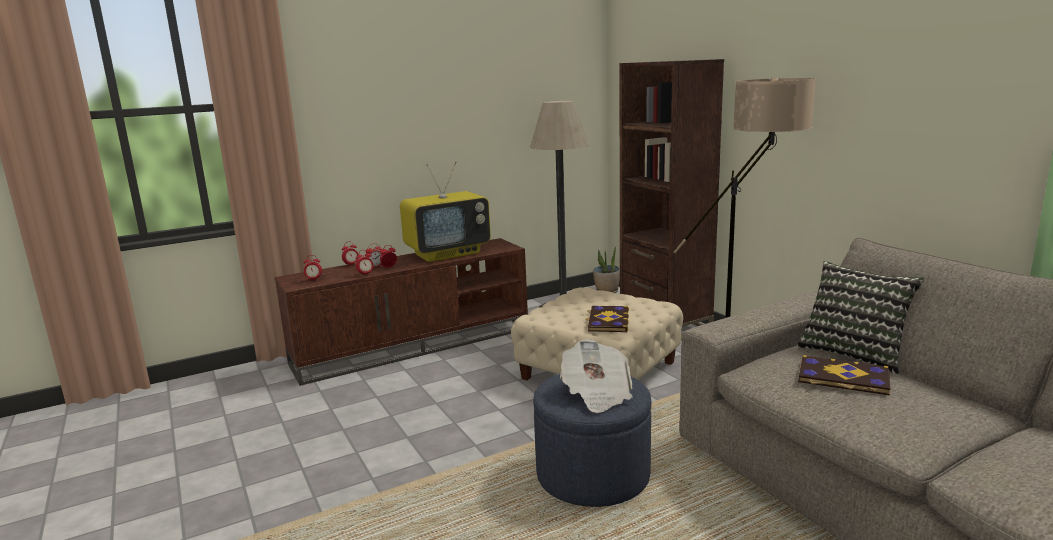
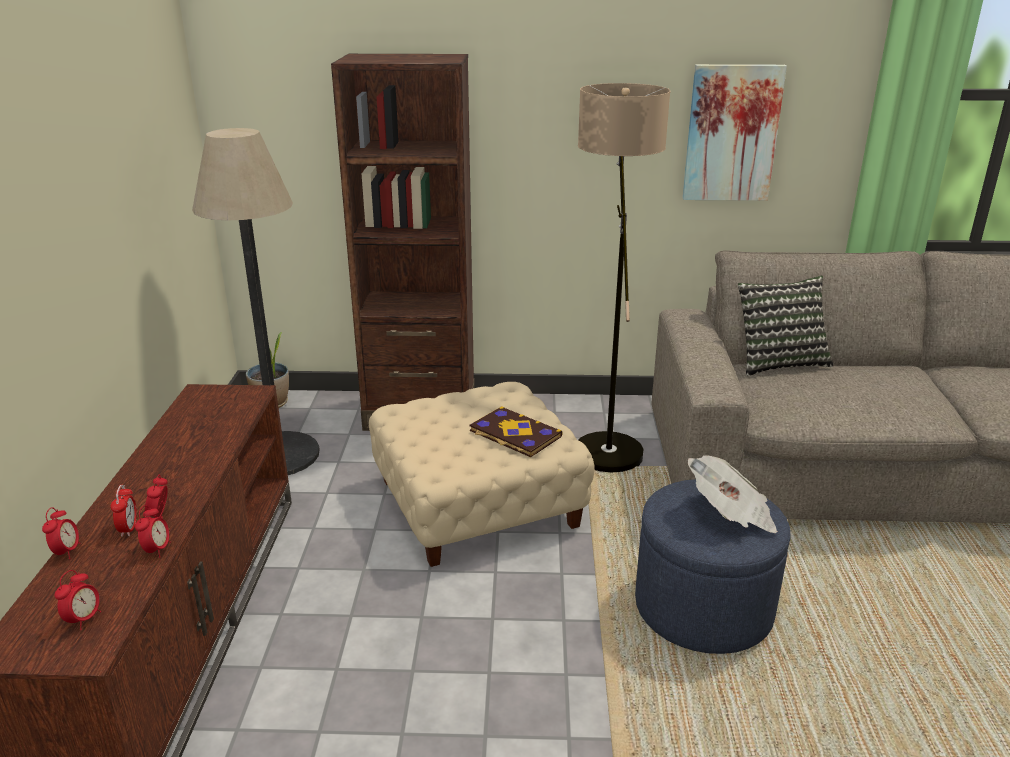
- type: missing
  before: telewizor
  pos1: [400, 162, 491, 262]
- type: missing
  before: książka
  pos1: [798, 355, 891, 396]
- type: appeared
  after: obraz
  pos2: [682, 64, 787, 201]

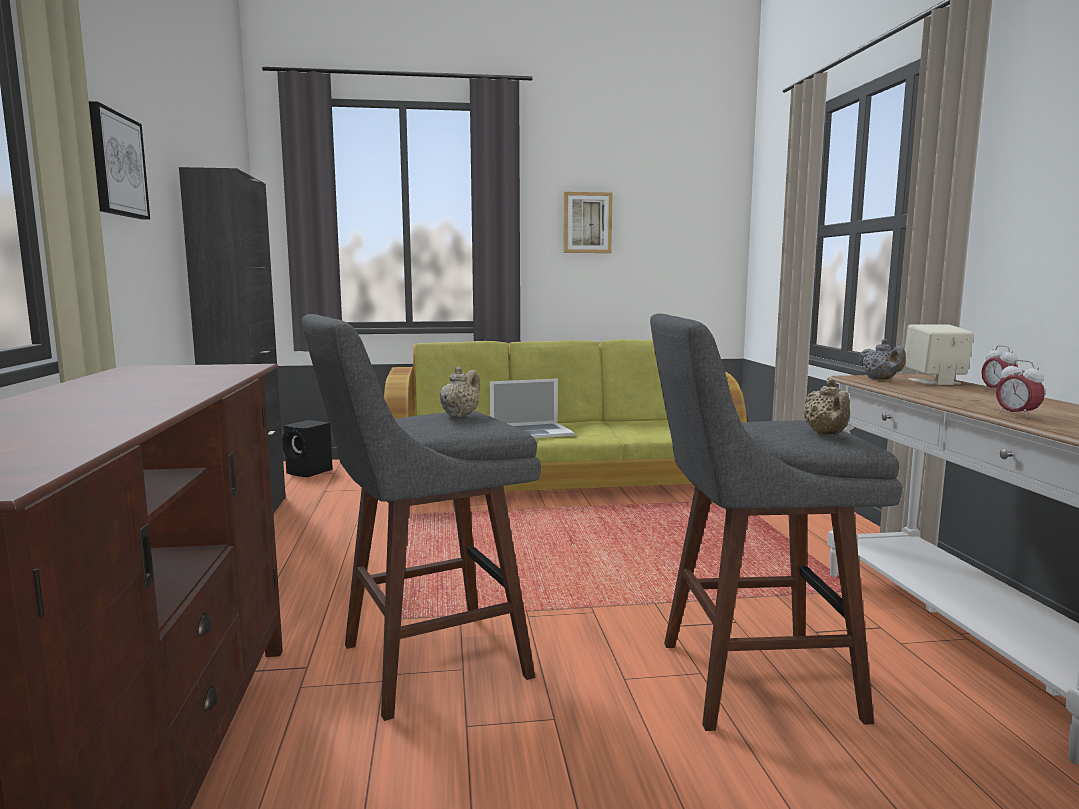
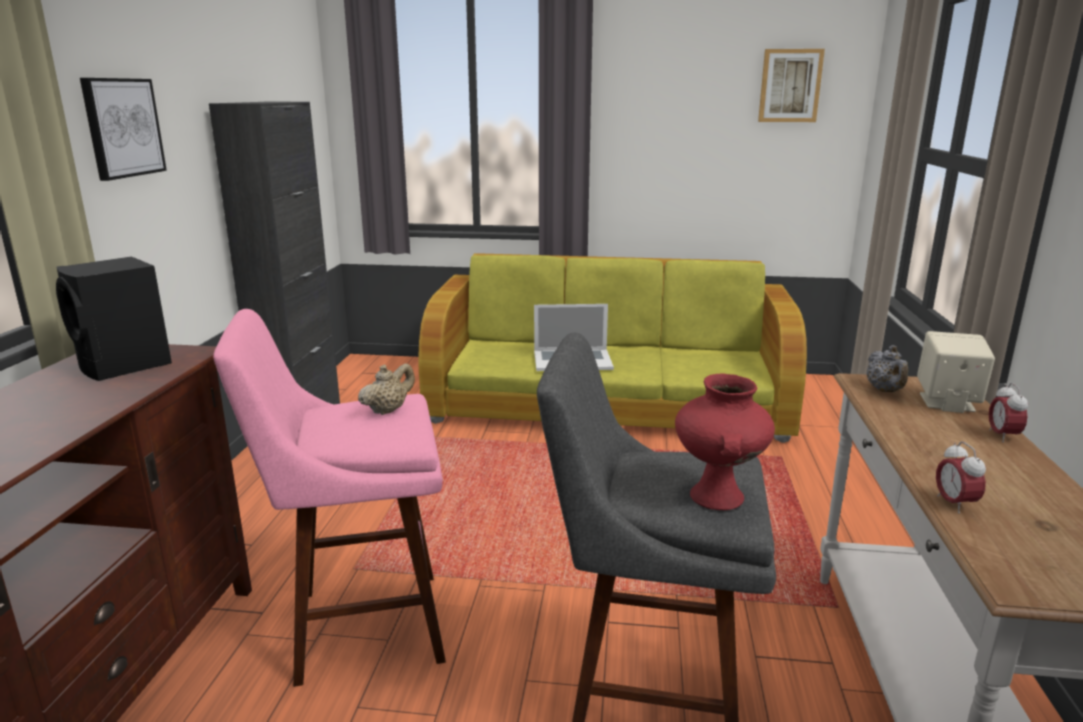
- type: relocated
  before: głośnik/czarny
  pos1: [282, 420, 333, 477]
  pos2: [56, 257, 172, 381]
- type: colour
  before: stołek/szary
  after: stołek/różowy
  pos1: [302, 314, 541, 721]
  pos2: [213, 309, 446, 687]
- type: relocated
  before: obraz
  pos1: [563, 192, 612, 253]
  pos2: [758, 49, 825, 122]
- type: exchanged
  before: imbryk/beżowy
  after: wazon/czerwony
  pos1: [804, 379, 850, 435]
  pos2: [675, 373, 775, 510]

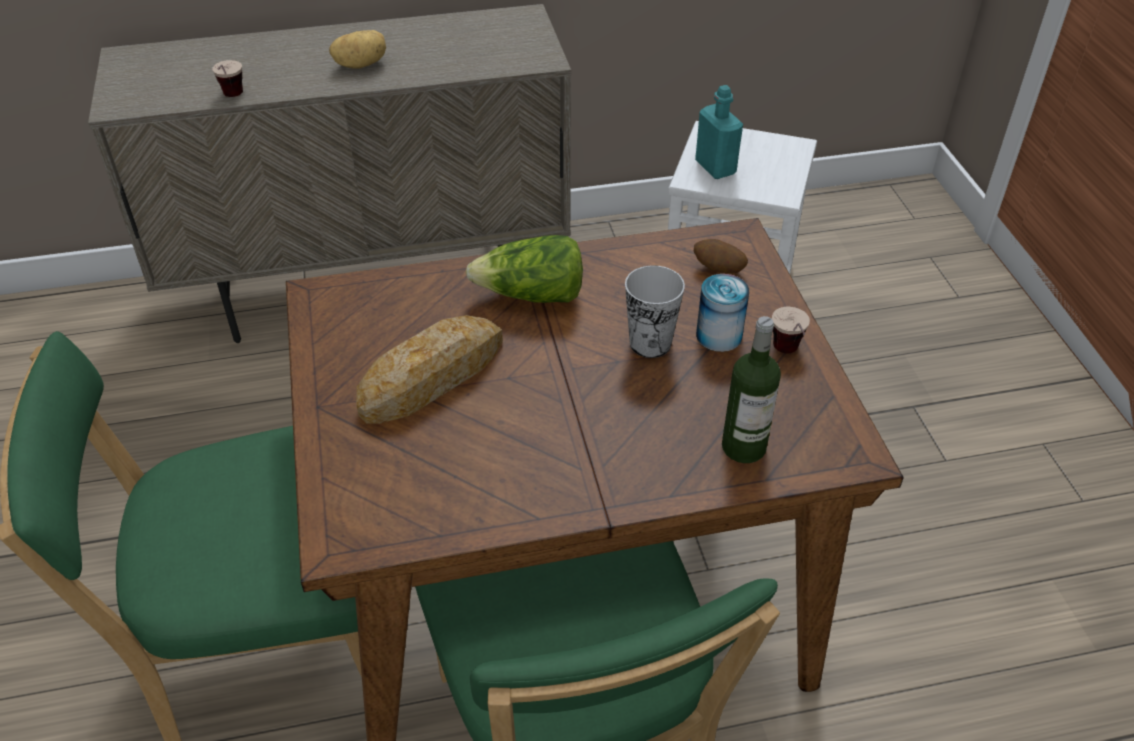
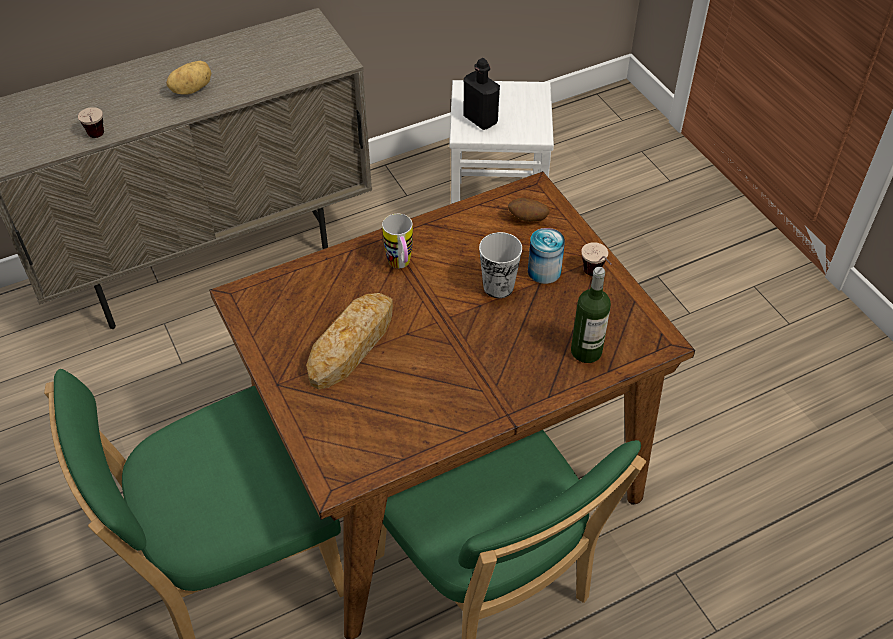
- type: exchanged
  before: sałata
  after: kubek
  pos1: [466, 235, 583, 303]
  pos2: [382, 214, 413, 268]
- type: colour
  before: butelka/turkusowy
  after: butelka/czarny
  pos1: [695, 85, 743, 179]
  pos2: [463, 58, 500, 130]

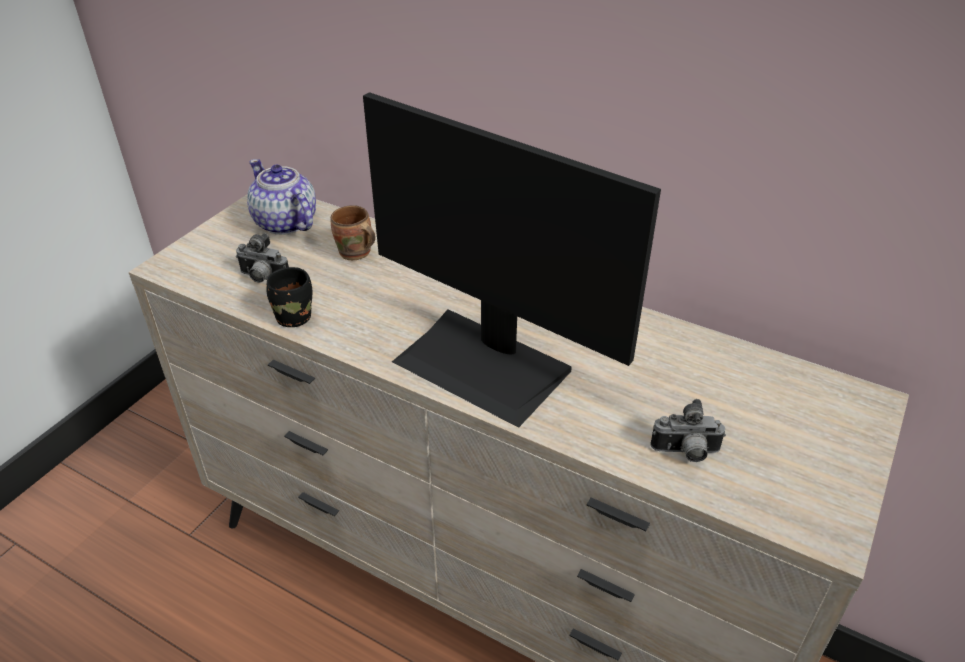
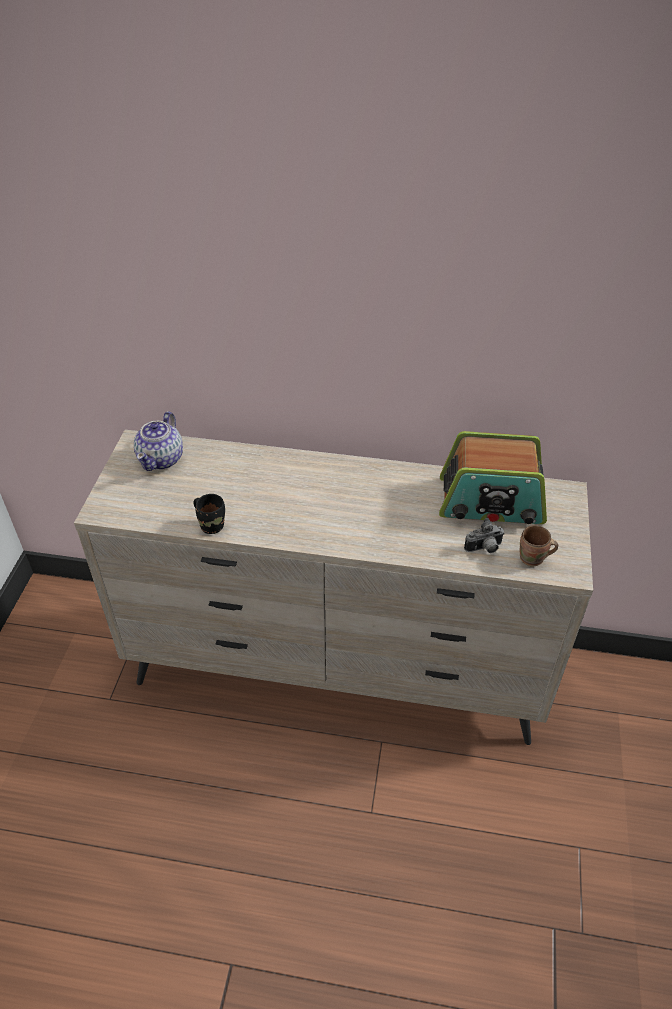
- type: missing
  before: aparat fotograficzny
  pos1: [236, 233, 289, 283]
- type: spun
  before: imbryk
  pos1: [247, 159, 316, 235]
  pos2: [134, 411, 183, 471]
  turn: -105
- type: relocated
  before: kubek/brązowy
  pos1: [331, 205, 376, 260]
  pos2: [520, 525, 558, 567]
- type: missing
  before: monitor
  pos1: [363, 92, 661, 428]
- type: appeared
  after: radio
  pos2: [439, 431, 547, 524]

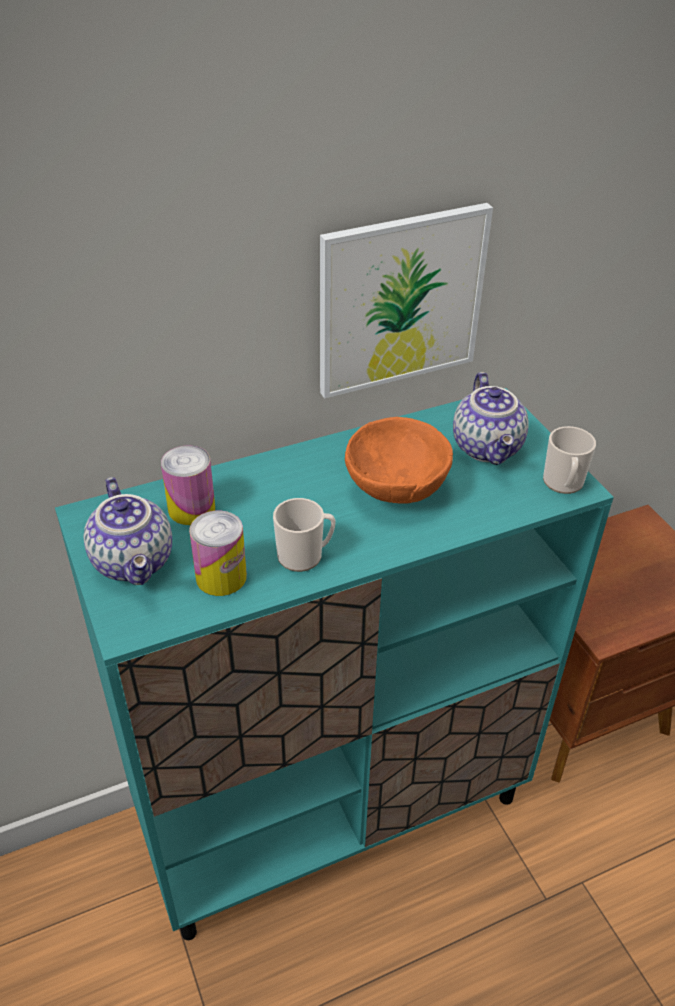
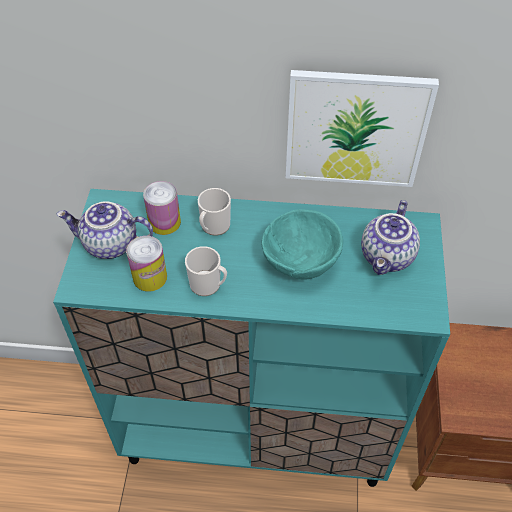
- type: spun
  before: imbryk
  pos1: [84, 477, 172, 585]
  pos2: [57, 201, 153, 259]
  turn: 90
- type: colour
  before: miska/pomarańczowy
  after: miska/turkusowy
  pos1: [345, 417, 453, 504]
  pos2: [261, 209, 343, 280]
- type: relocated
  before: kubek
  pos1: [543, 426, 596, 494]
  pos2: [198, 188, 231, 236]

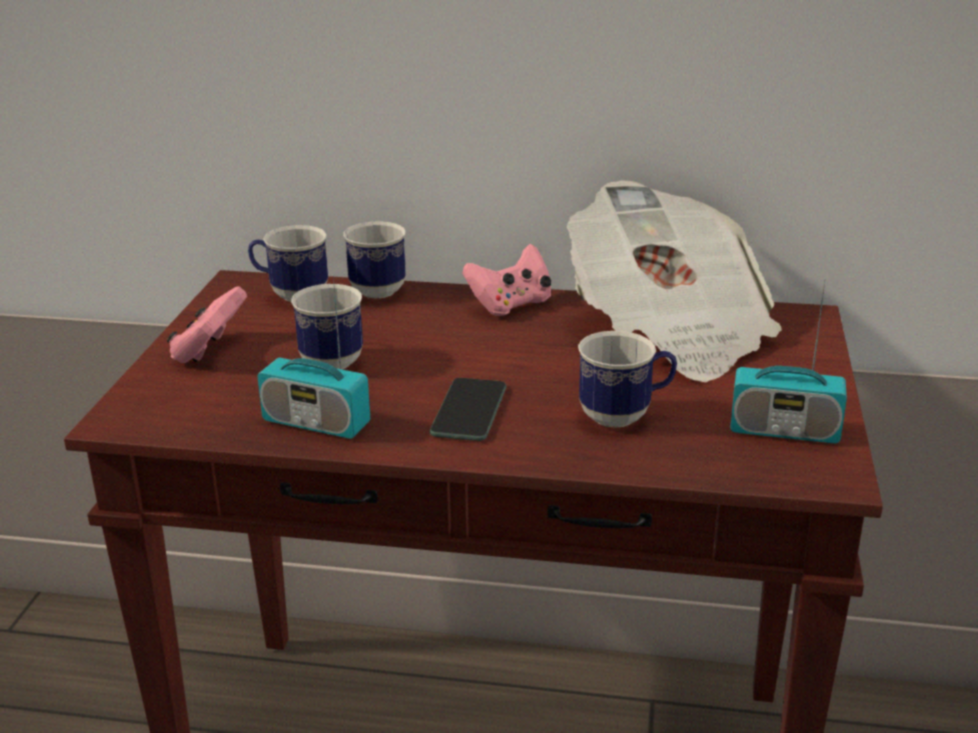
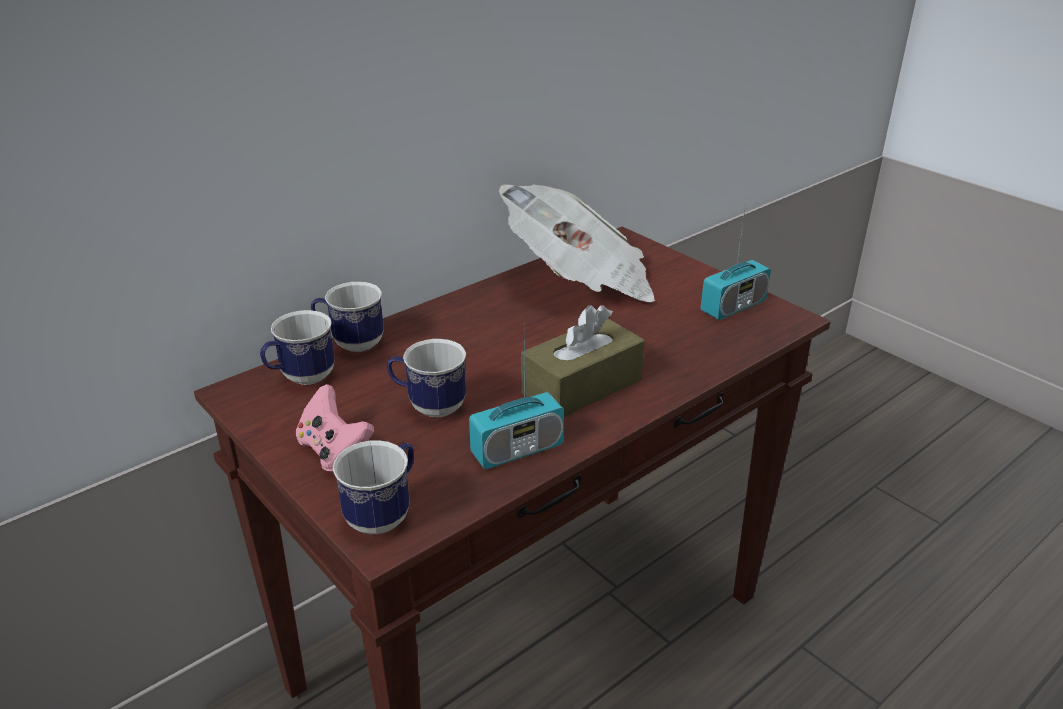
- type: exchanged
  before: telefon
  after: pudełko chusteczek/brązowy
  pos1: [430, 378, 506, 441]
  pos2: [521, 305, 645, 417]
- type: missing
  before: pad do gier/różowy
  pos1: [462, 244, 551, 316]
- type: relocated
  before: kubek
  pos1: [578, 331, 677, 427]
  pos2: [333, 440, 414, 534]

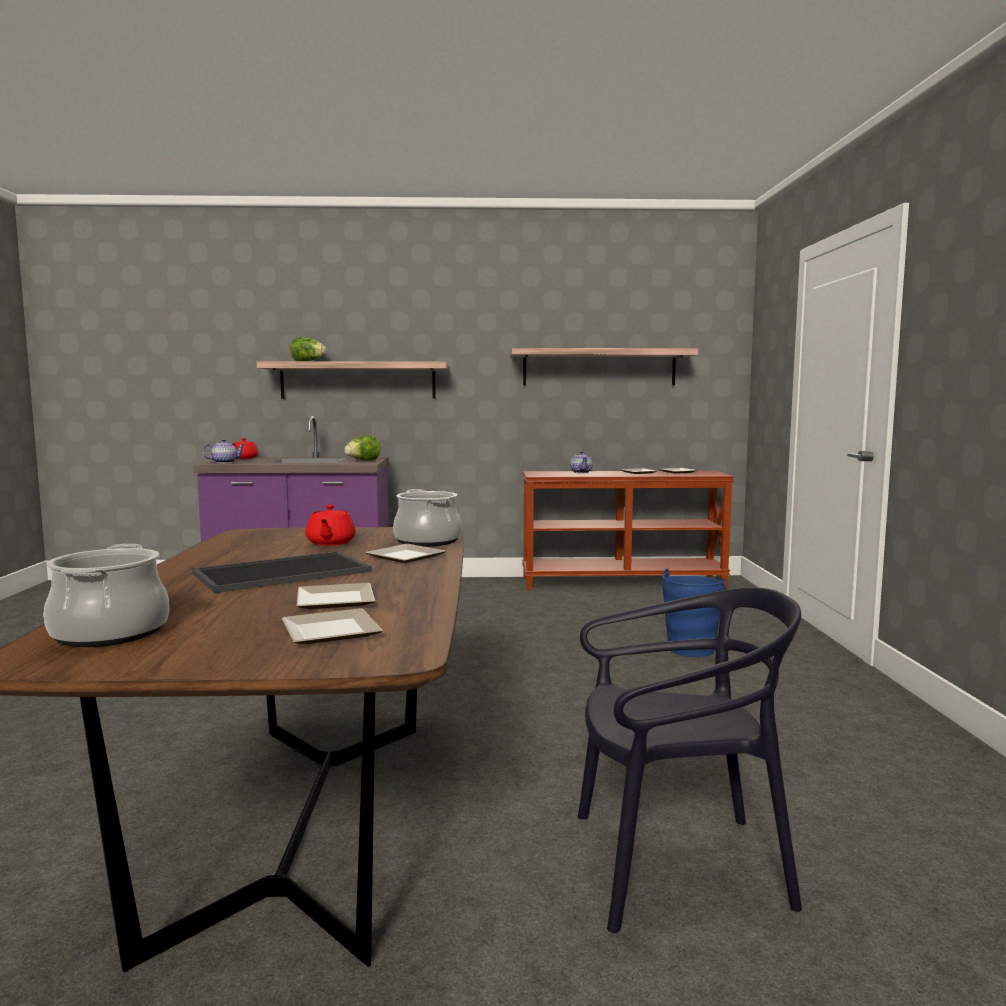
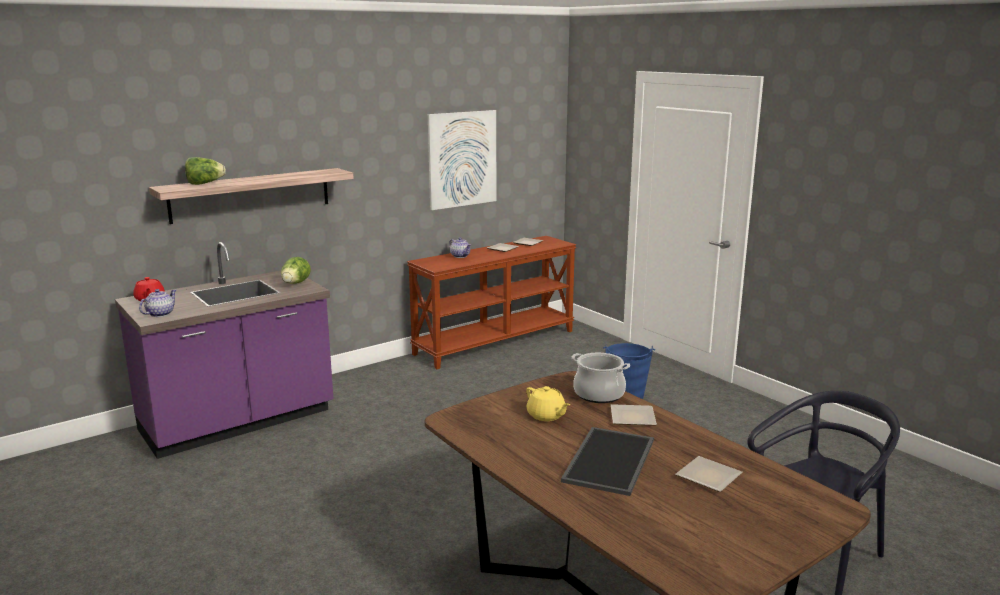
- type: missing
  before: garnek
  pos1: [43, 544, 169, 647]
- type: missing
  before: talerz
  pos1: [282, 608, 383, 644]
- type: colour
  before: imbryk/czerwony
  after: imbryk/żółty
  pos1: [305, 505, 356, 546]
  pos2: [526, 386, 570, 421]
- type: exchanged
  before: półka
  after: obraz
  pos1: [510, 348, 698, 385]
  pos2: [428, 110, 496, 210]

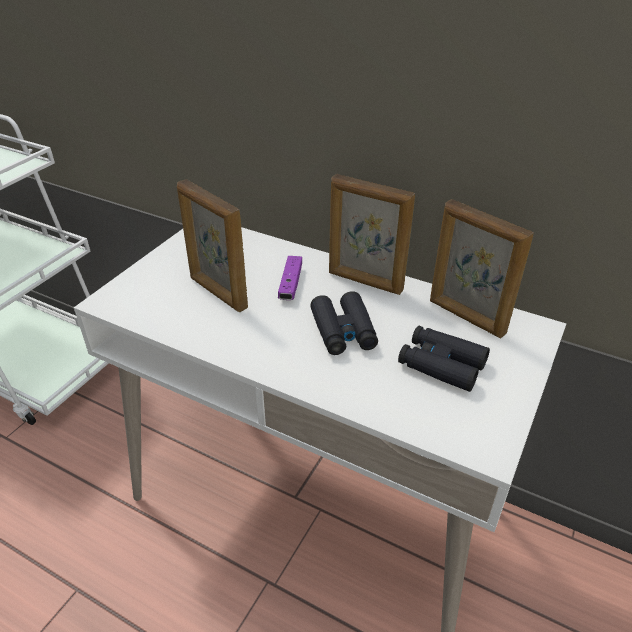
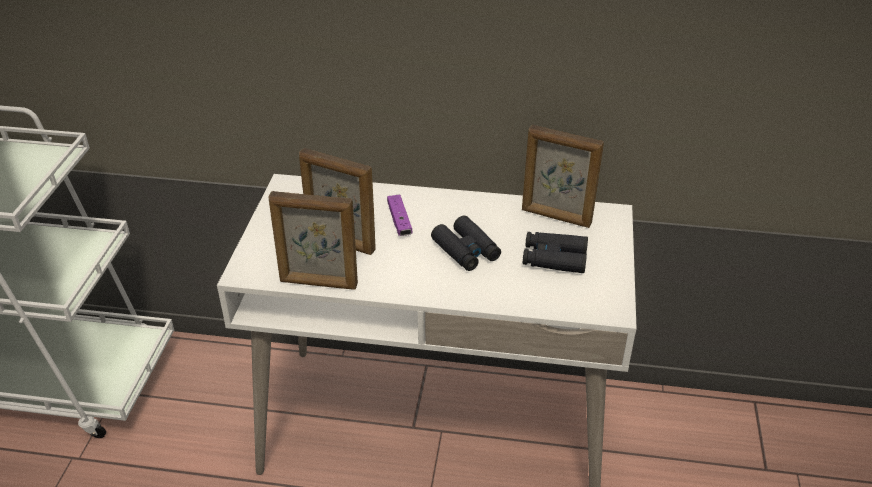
- type: relocated
  before: ramka na zdjęcie
  pos1: [329, 174, 415, 295]
  pos2: [268, 191, 358, 290]

